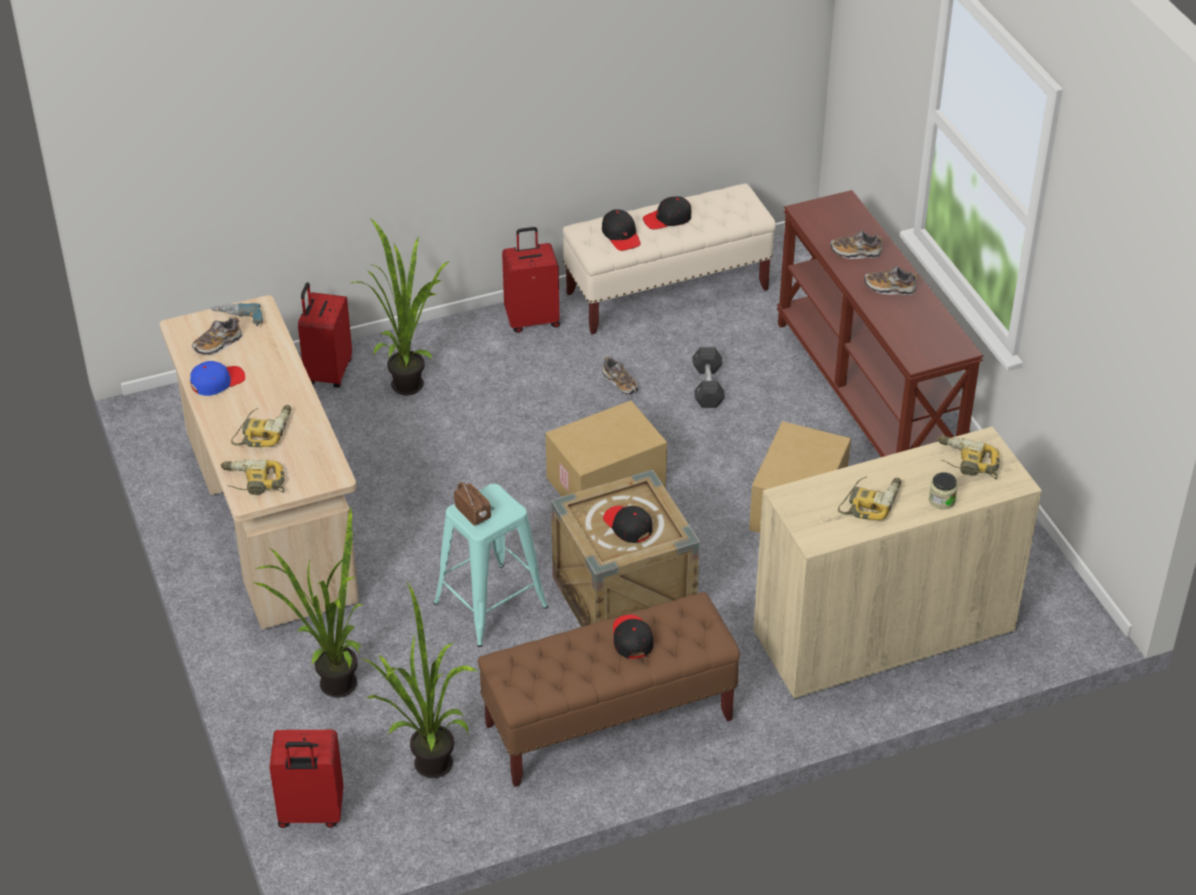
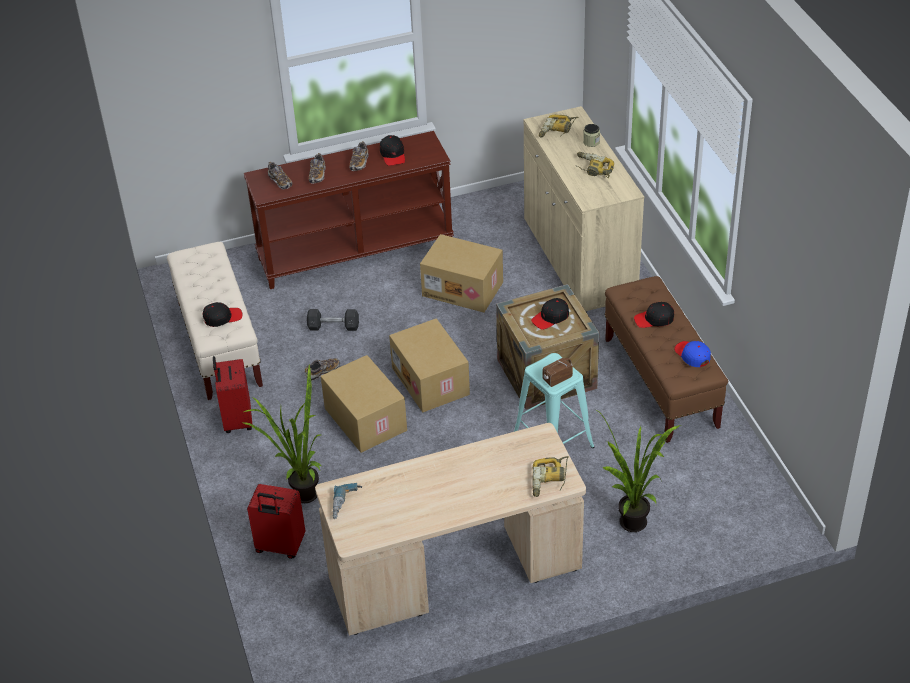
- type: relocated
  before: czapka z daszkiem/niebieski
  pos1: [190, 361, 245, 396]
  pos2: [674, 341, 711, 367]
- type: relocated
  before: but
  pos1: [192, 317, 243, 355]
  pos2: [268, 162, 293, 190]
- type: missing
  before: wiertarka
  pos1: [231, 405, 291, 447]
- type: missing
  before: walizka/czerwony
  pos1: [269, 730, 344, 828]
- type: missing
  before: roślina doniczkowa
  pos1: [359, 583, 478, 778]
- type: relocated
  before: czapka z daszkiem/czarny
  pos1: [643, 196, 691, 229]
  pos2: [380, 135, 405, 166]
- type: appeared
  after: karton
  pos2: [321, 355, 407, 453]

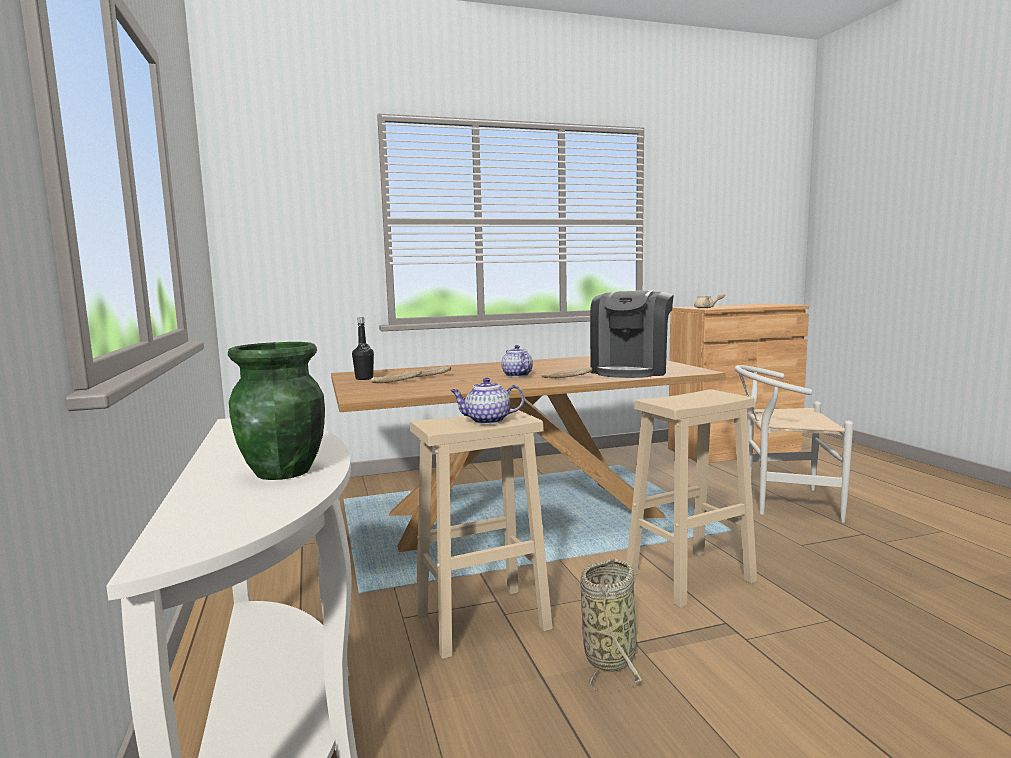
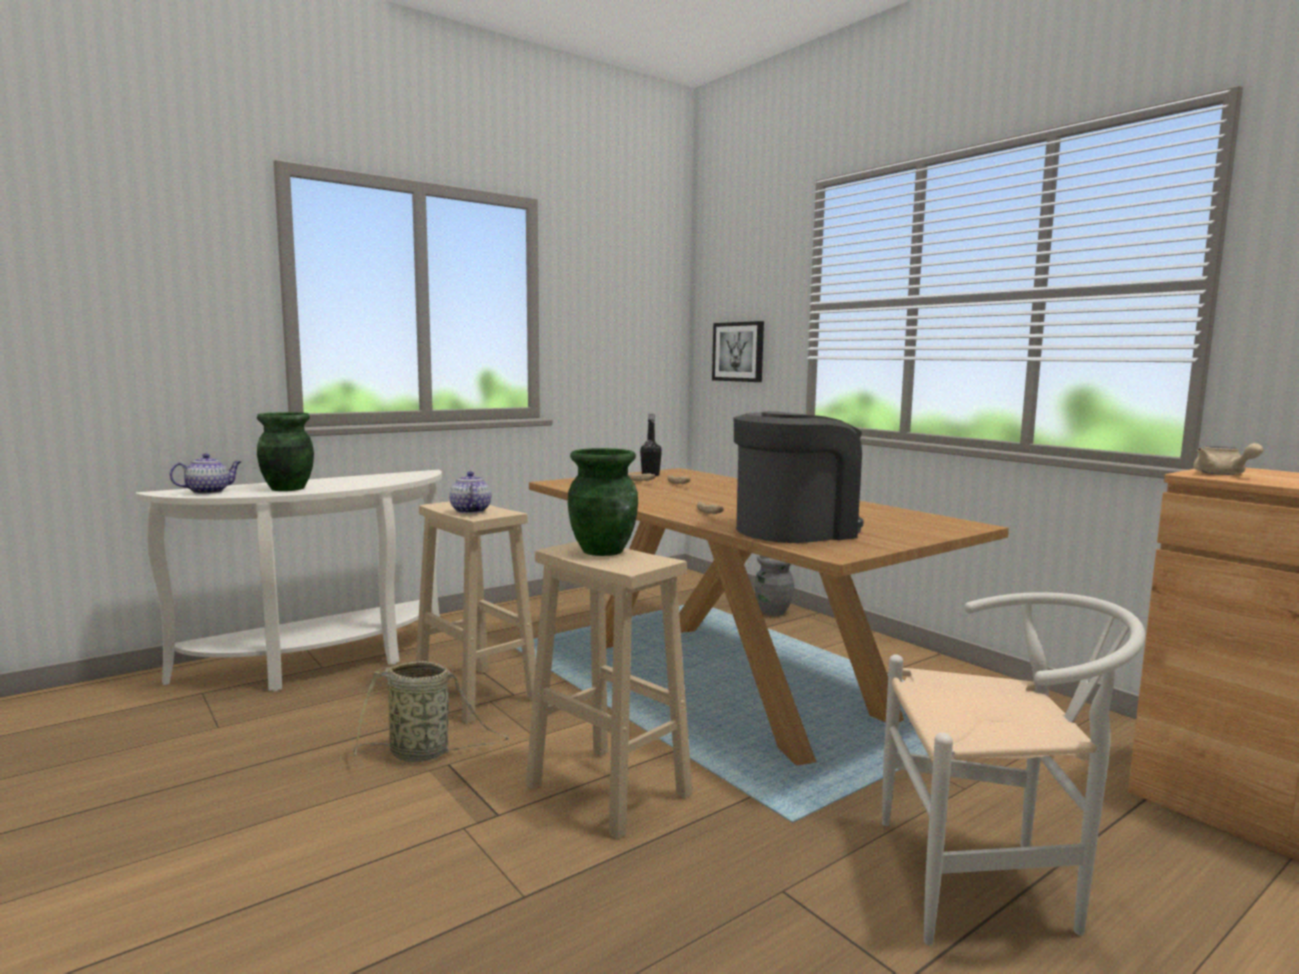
- type: relocated
  before: imbryk
  pos1: [501, 345, 533, 377]
  pos2: [169, 454, 241, 494]
- type: spun
  before: ekspres do kawy
  pos1: [590, 291, 674, 378]
  pos2: [734, 411, 864, 543]
  turn: 150
- type: spun
  before: krzesło/biały
  pos1: [735, 365, 853, 523]
  pos2: [882, 592, 1145, 946]
  turn: 105
- type: appeared
  after: wazon/zielony
  pos2: [568, 448, 638, 556]
- type: appeared
  after: obraz
  pos2: [712, 321, 764, 382]
- type: appeared
  after: wazon/szary
  pos2: [755, 555, 794, 616]

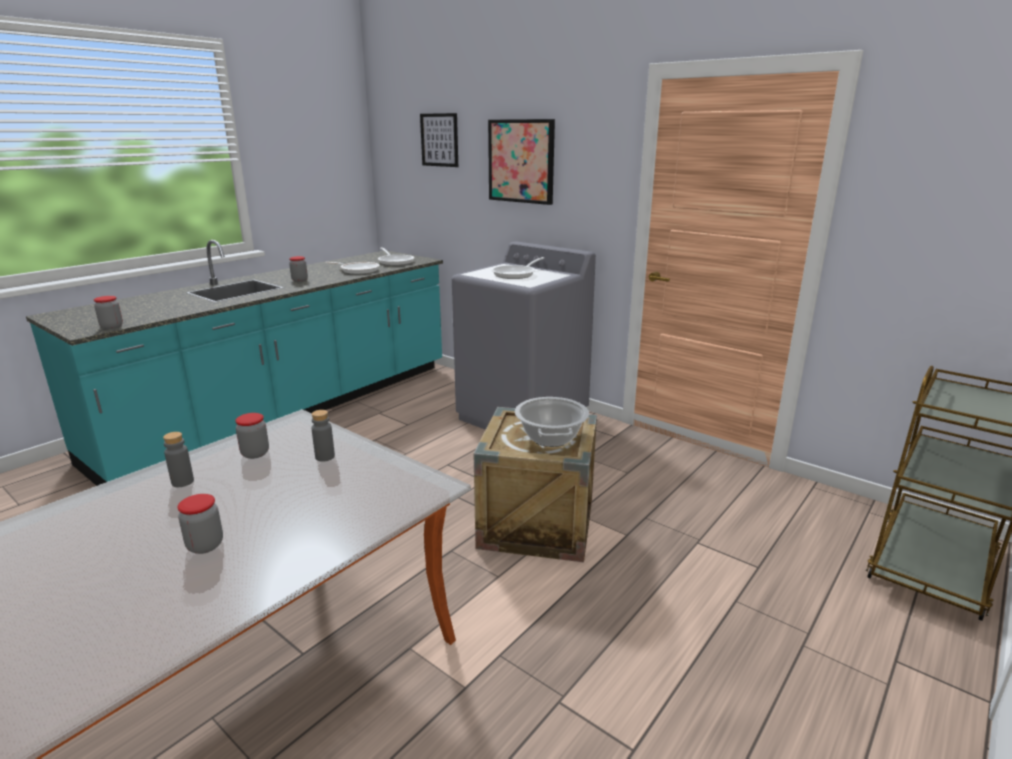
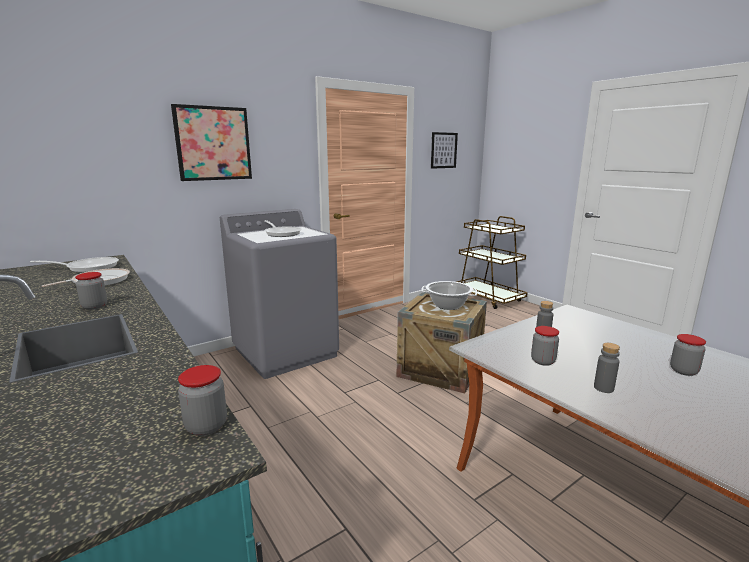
- type: relocated
  before: obraz
  pos1: [420, 113, 458, 167]
  pos2: [431, 132, 458, 169]

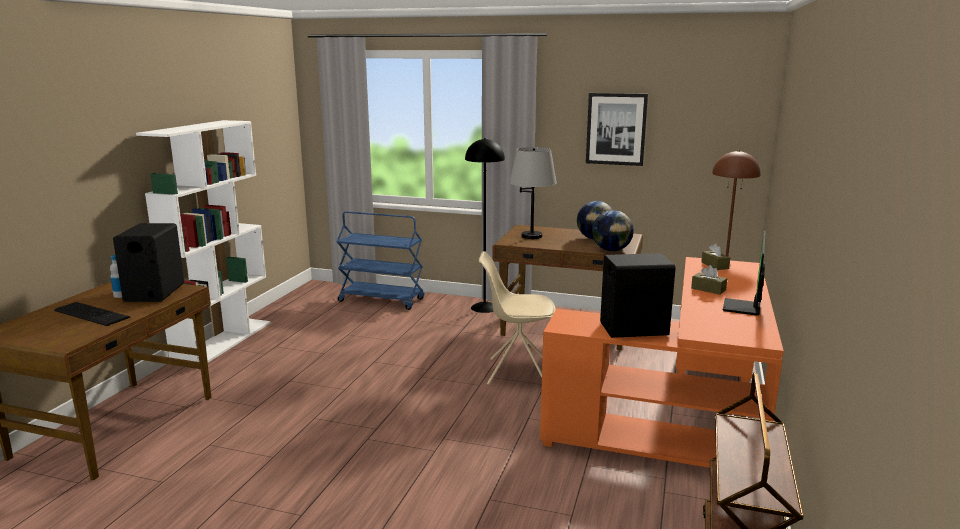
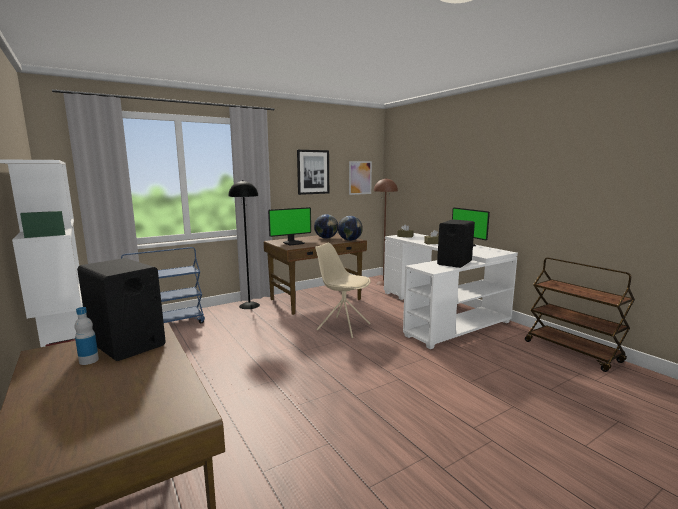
- type: missing
  before: klawiatura
  pos1: [54, 302, 130, 326]
- type: spun
  before: krzesło/beżowy
  pos1: [479, 251, 556, 385]
  pos2: [315, 243, 371, 338]
  turn: 75
- type: exchanged
  before: lampa stołowa/szary
  after: monitor
  pos1: [510, 147, 557, 239]
  pos2: [268, 207, 311, 246]
- type: colour
  before: biurko/pomarańczowy
  after: biurko/biały
  pos1: [540, 257, 784, 468]
  pos2: [384, 233, 518, 349]
- type: appeared
  after: obraz
  pos2: [349, 161, 372, 195]

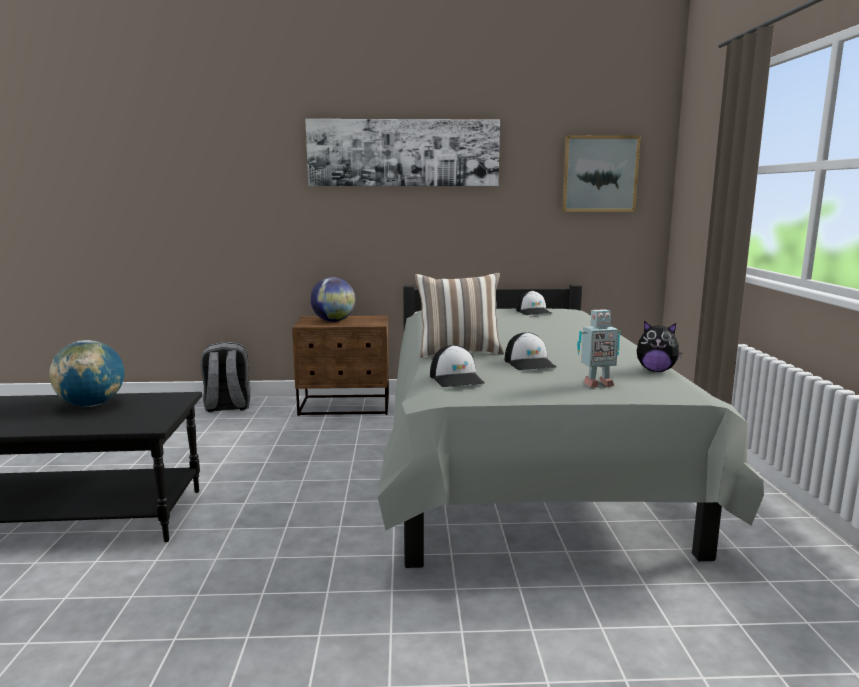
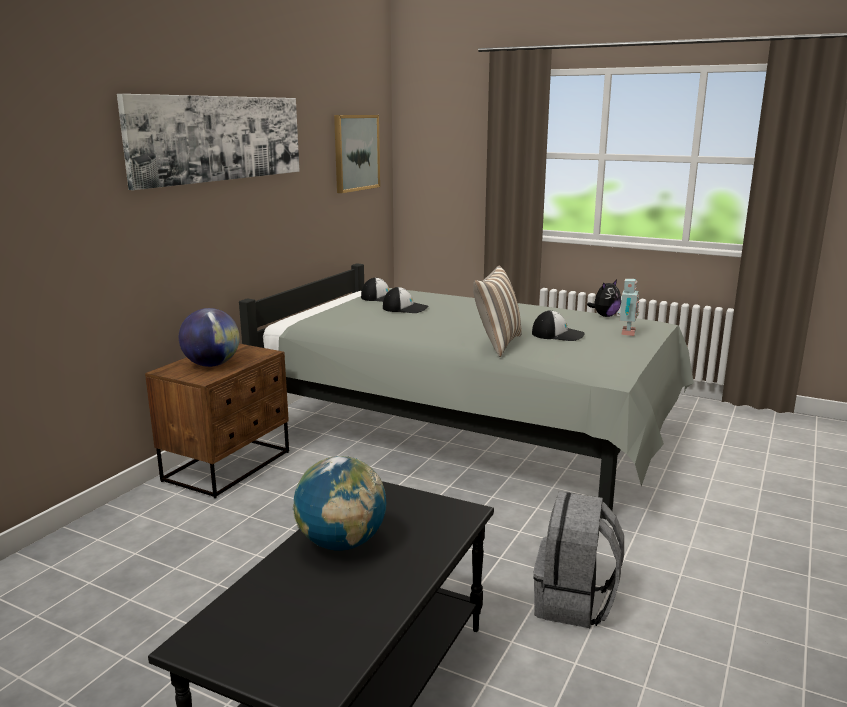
- type: relocated
  before: plecak/szary
  pos1: [201, 342, 251, 412]
  pos2: [533, 492, 624, 628]
- type: relocated
  before: czapka z daszkiem
  pos1: [430, 345, 485, 387]
  pos2: [383, 287, 428, 313]

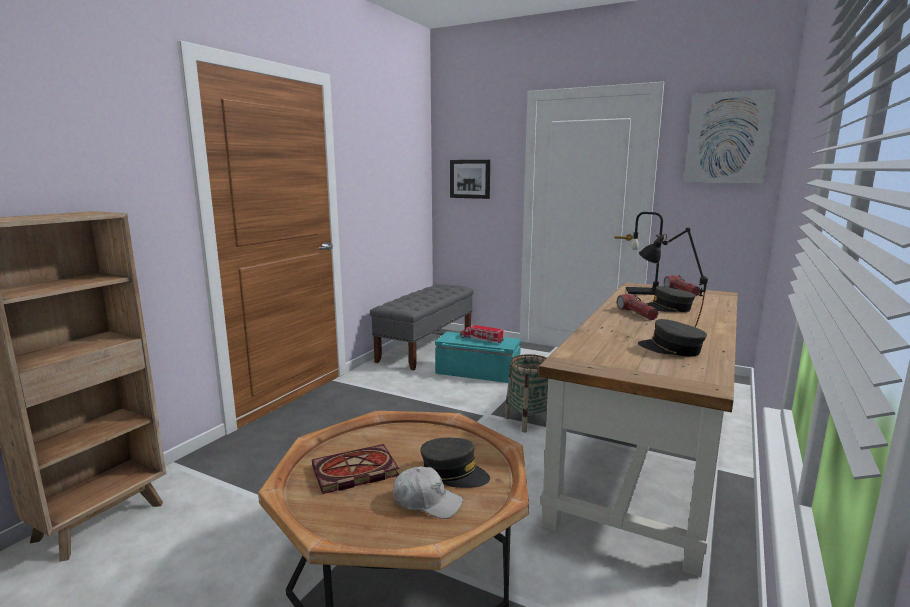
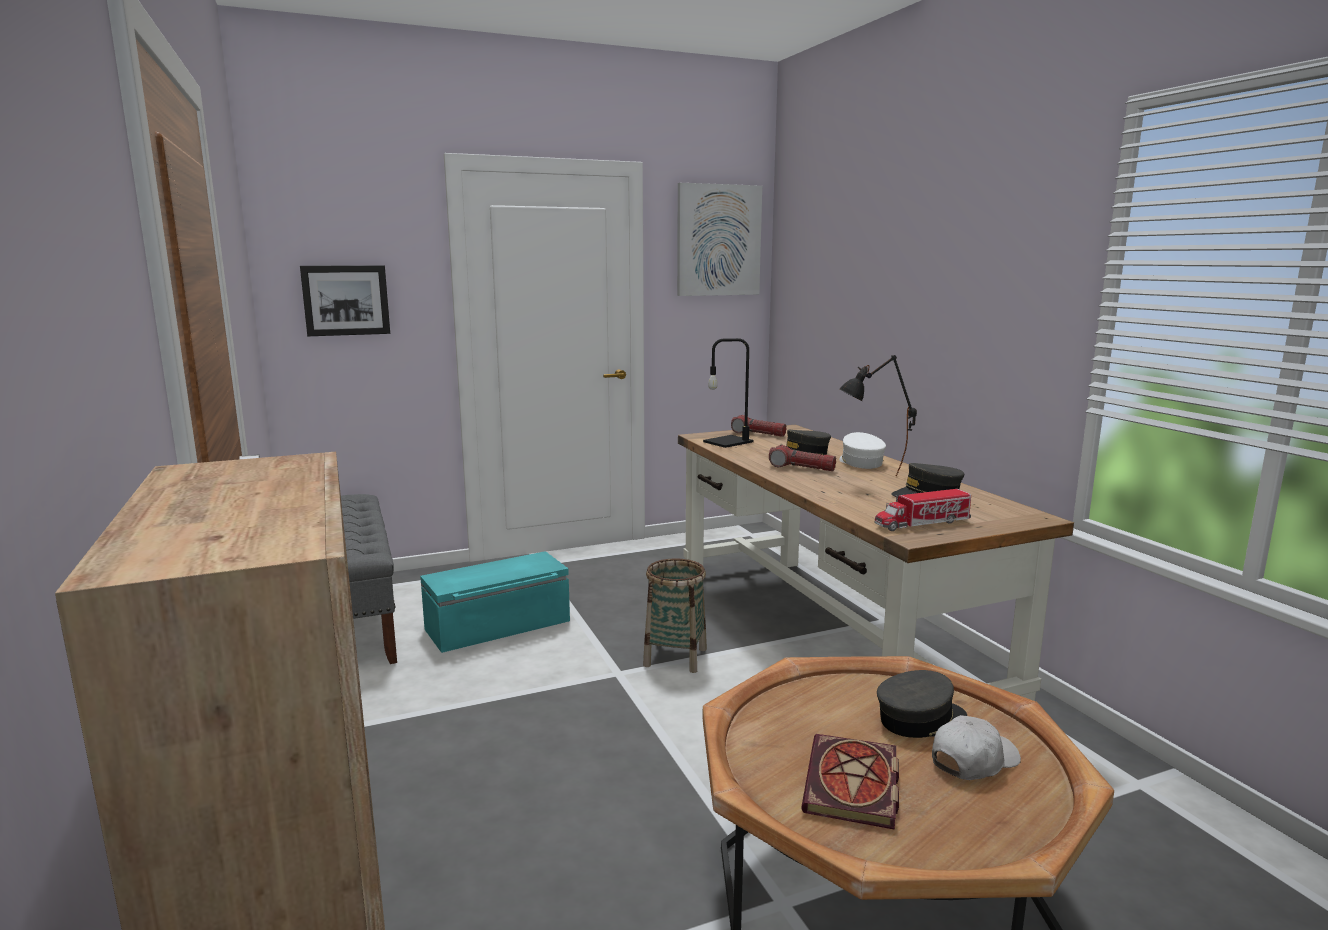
- type: relocated
  before: ciężarówka zabawkowa
  pos1: [460, 325, 504, 343]
  pos2: [875, 489, 971, 531]
- type: appeared
  after: czapka z daszkiem/biały
  pos2: [840, 432, 886, 469]

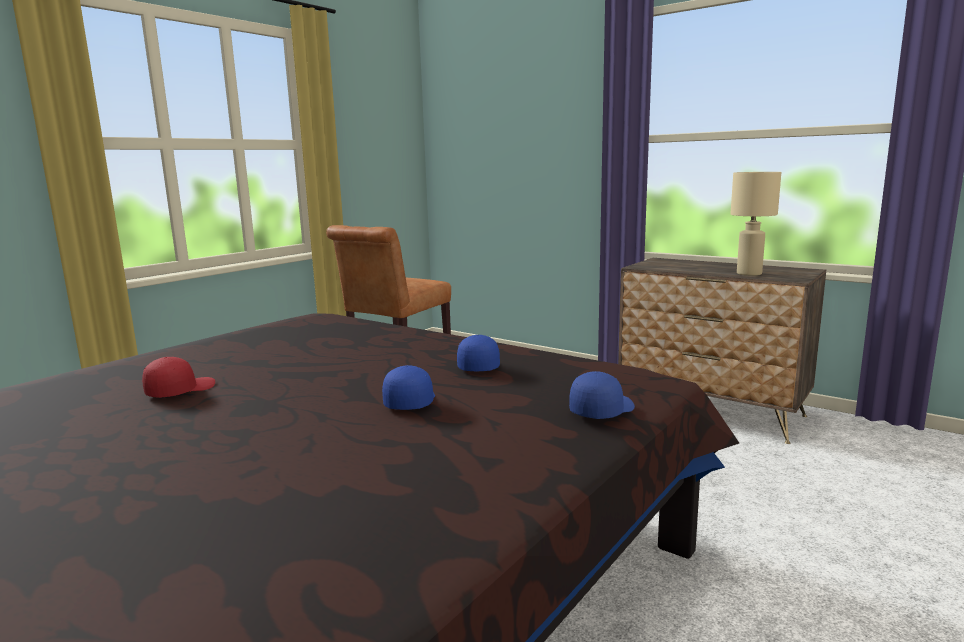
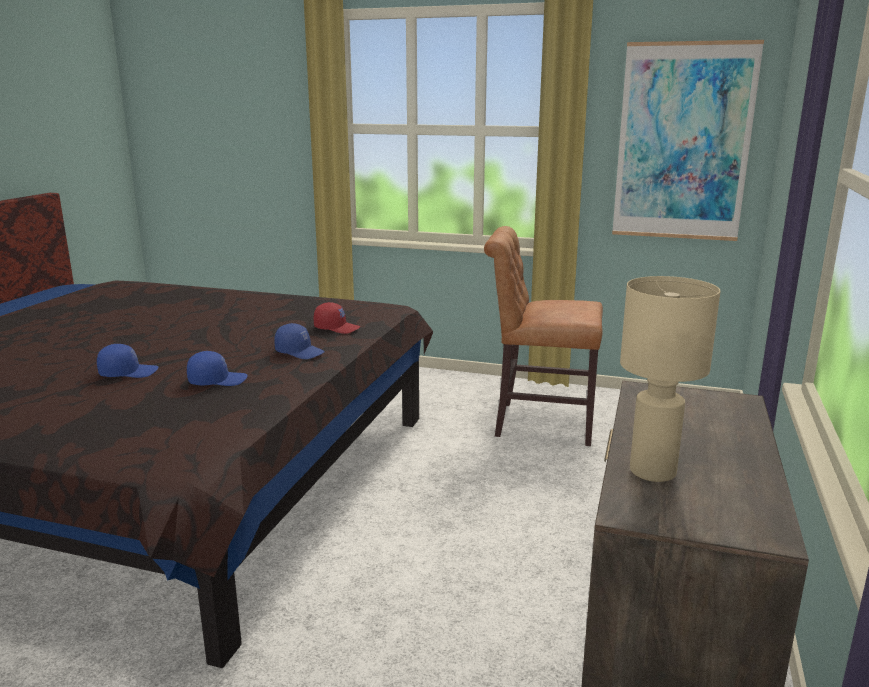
- type: relocated
  before: czapka z daszkiem/czerwony
  pos1: [142, 357, 215, 398]
  pos2: [314, 302, 360, 334]
- type: relocated
  before: czapka z daszkiem/niebieski
  pos1: [569, 371, 635, 419]
  pos2: [274, 323, 325, 359]
- type: appeared
  after: obraz
  pos2: [612, 40, 764, 241]

